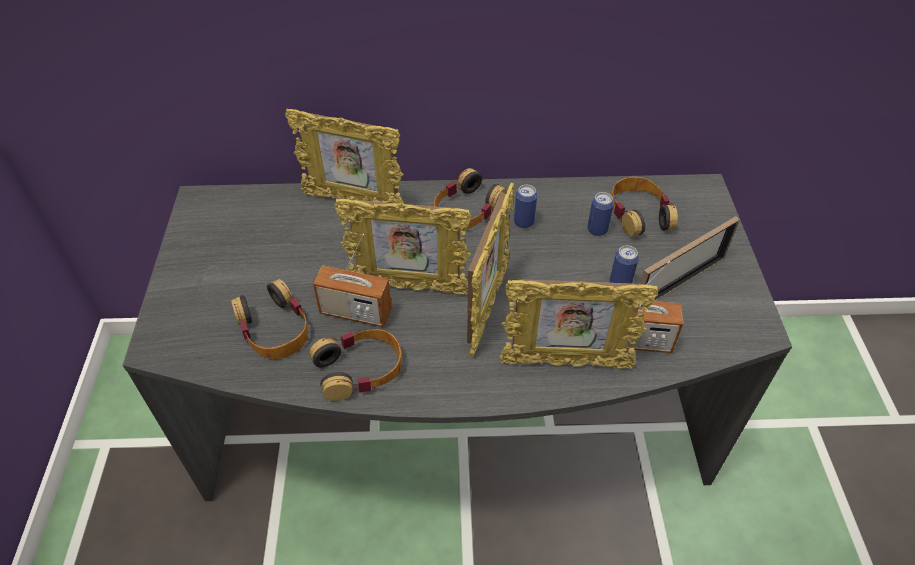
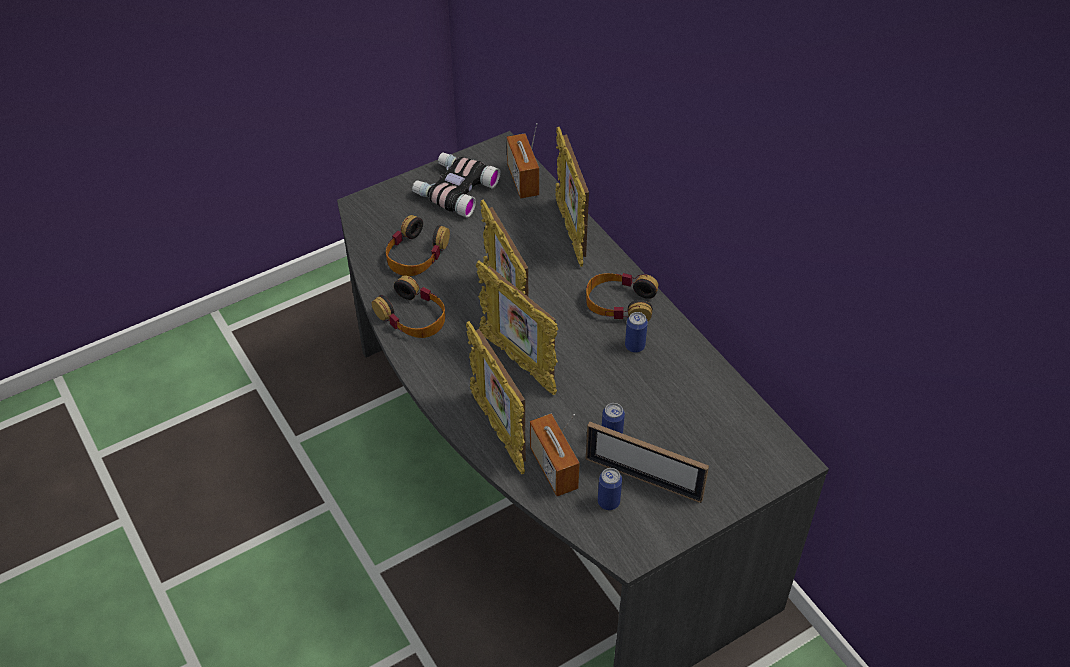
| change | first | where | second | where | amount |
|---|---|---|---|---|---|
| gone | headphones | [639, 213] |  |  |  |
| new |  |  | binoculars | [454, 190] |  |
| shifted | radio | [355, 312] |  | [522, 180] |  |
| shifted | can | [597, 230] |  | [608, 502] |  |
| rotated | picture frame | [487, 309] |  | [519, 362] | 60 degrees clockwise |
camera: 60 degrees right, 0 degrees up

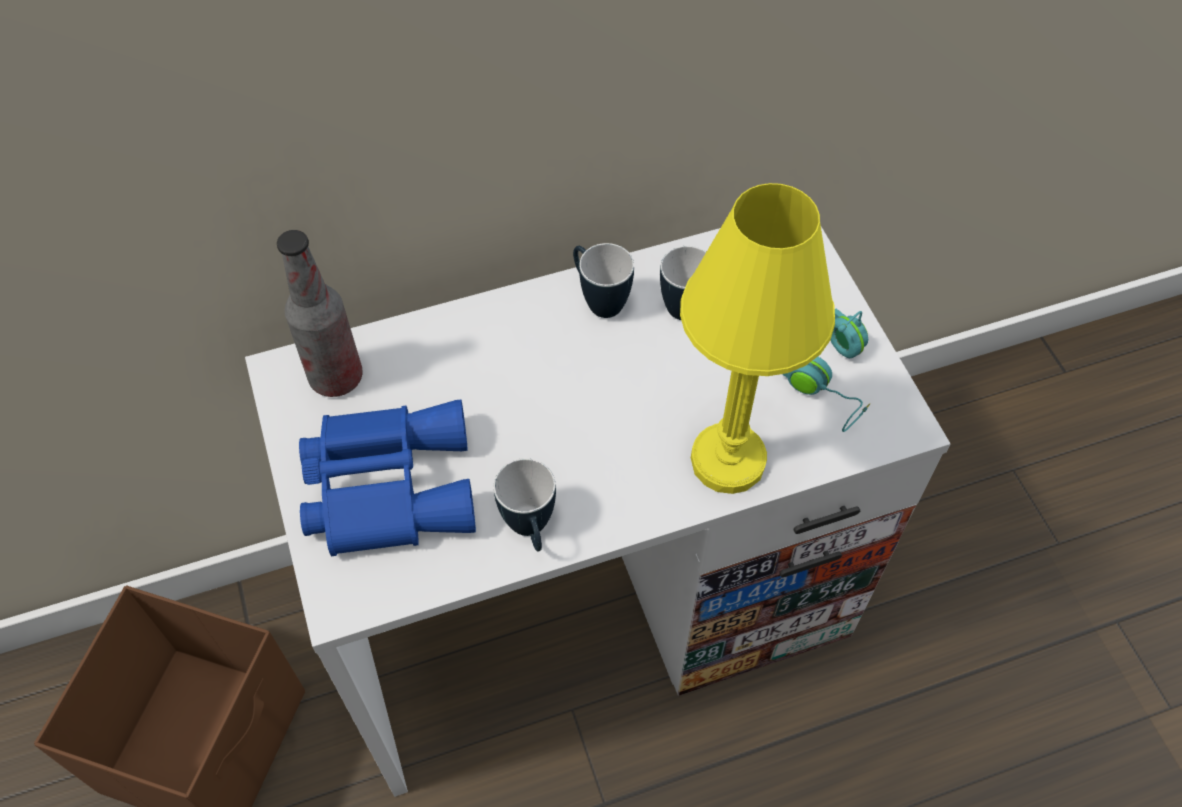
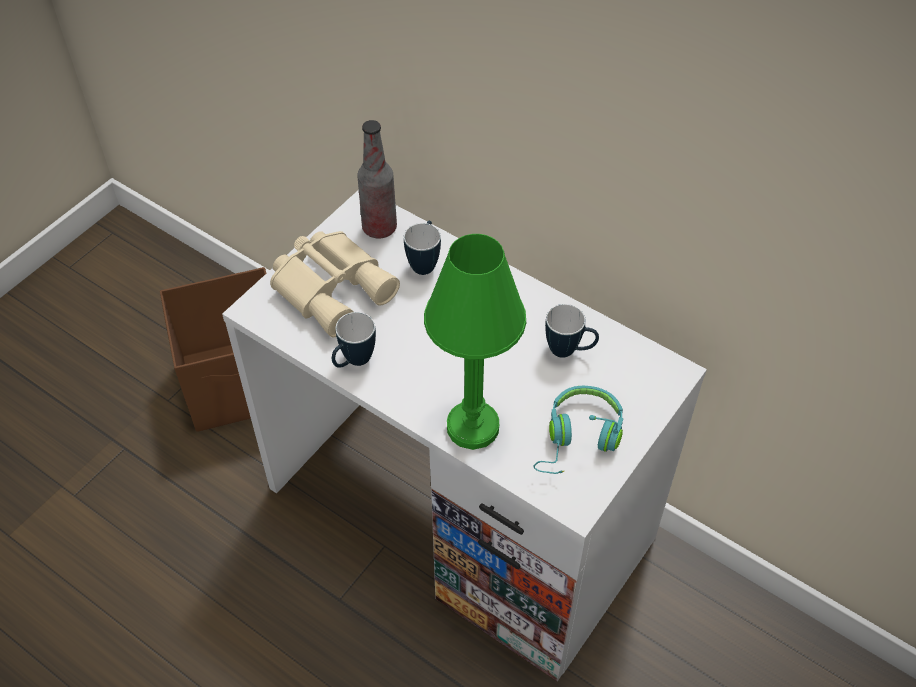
| change | first | where | second | where | amount |
|---|---|---|---|---|---|
| shifted | mug | [598, 300] |  | [425, 262] |  |
| repainted | blue binoculars | [387, 484] | beige binoculars | [333, 286] |  |
| repainted | yellow table lamp | [728, 461] | green table lamp | [472, 427] |  |
camera: 55 degrees right, 5 degrees down

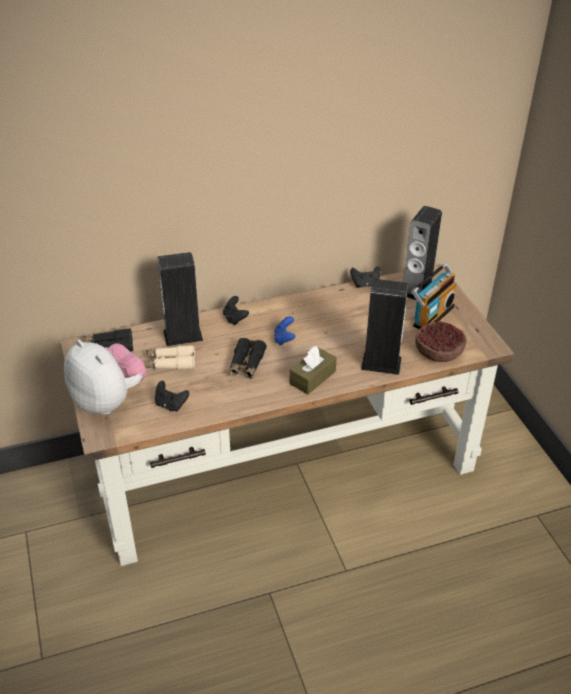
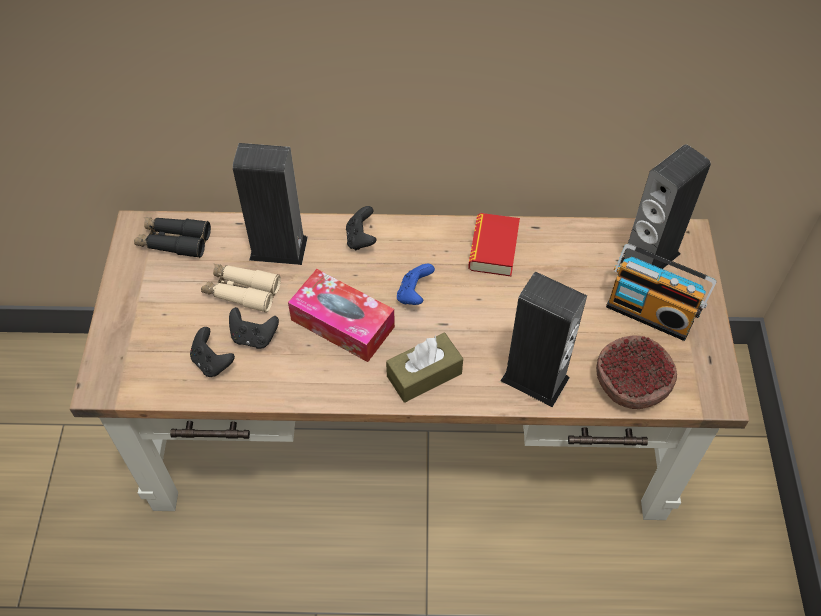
| change | first | where | second | where | amount |
|---|---|---|---|---|---|
| gone | plush toy | [109, 400] |  |  |  |
| new |  |  | book | [493, 249] |  |
| shifted | black game controller | [365, 284] |  | [254, 337] |  |
| swapped | black binoculars | [246, 364] | tissue box | [342, 323] |  |
| rotated | radio | [431, 315] |  | [650, 312] | 60 degrees clockwise |
camera: 20 degrees right, 15 degrees up

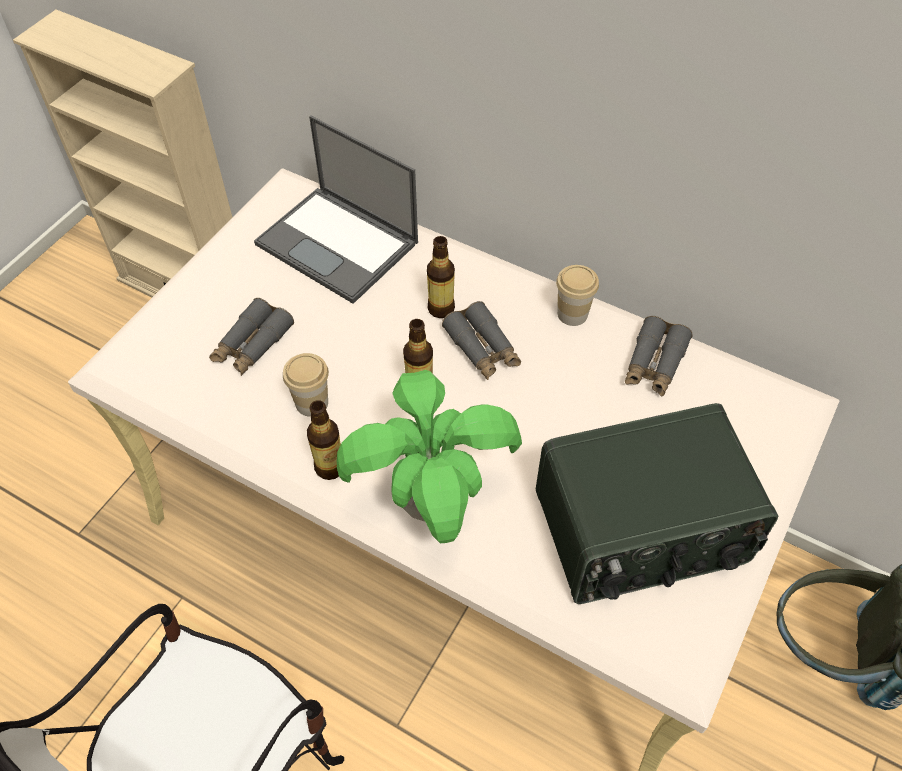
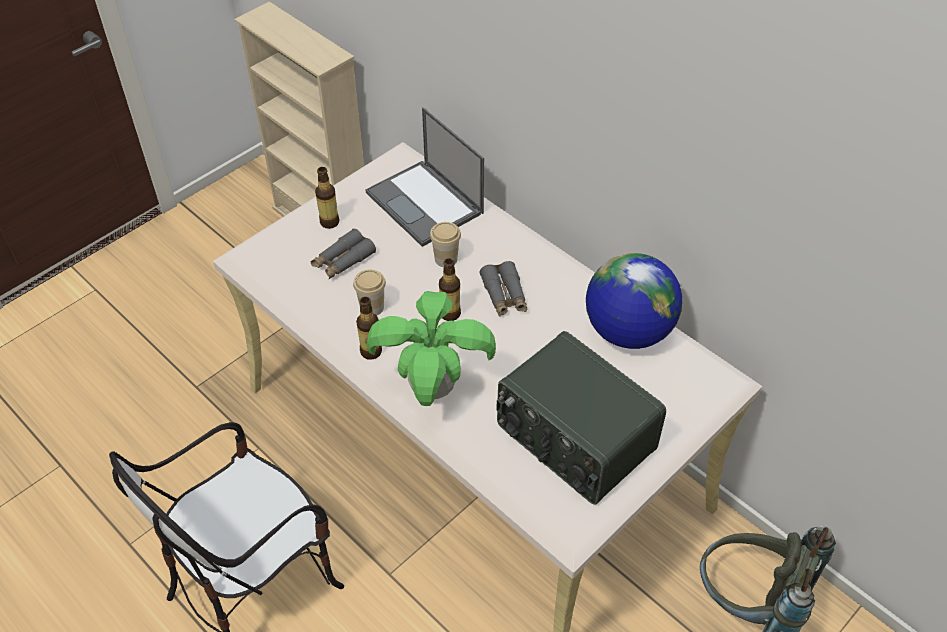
| change | first | where | second | where | amount |
|---|---|---|---|---|---|
| shifted | bottle | [441, 308] |  | [329, 222] |  |
| shifted | cup | [572, 314] |  | [446, 259] |  |
| swapped | grey binoculars | [654, 364] | globe | [627, 331] |  |
| rotated | radio | [641, 531] |  | [574, 439] | 45 degrees clockwise |
camera: 15 degrees right, 5 degrees down

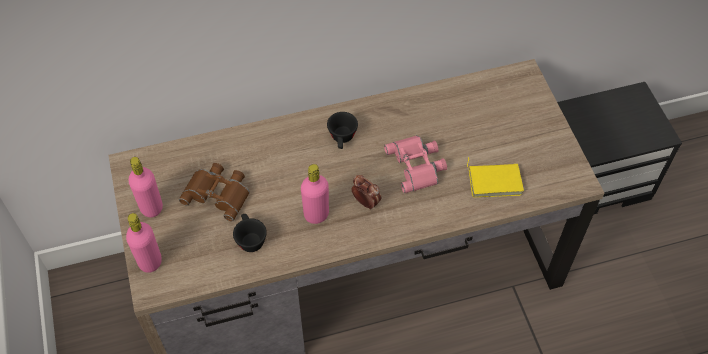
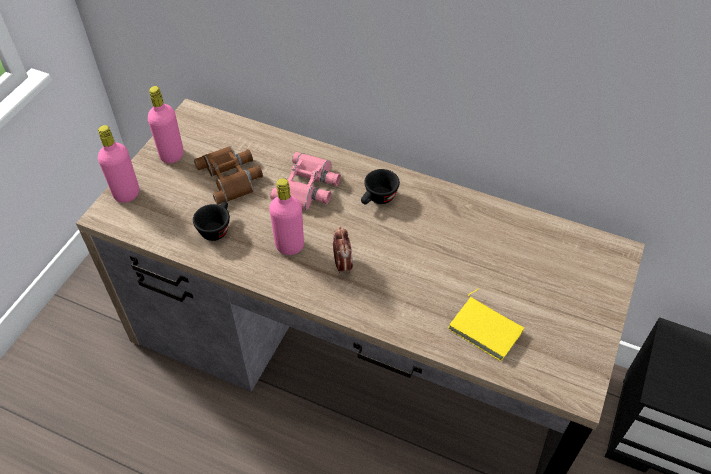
| change | first | where | second | where | amount |
|---|---|---|---|---|---|
| shifted | pink binoculars | [417, 165] |  | [309, 187] |  |
camera: 40 degrees right, 5 degrees down

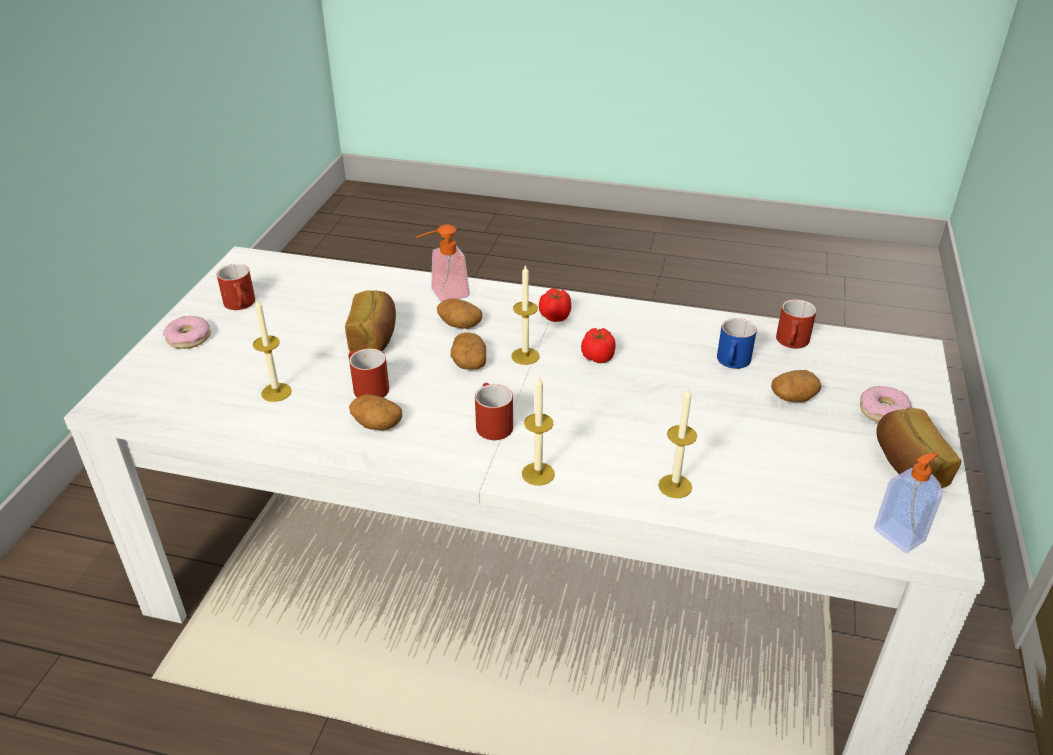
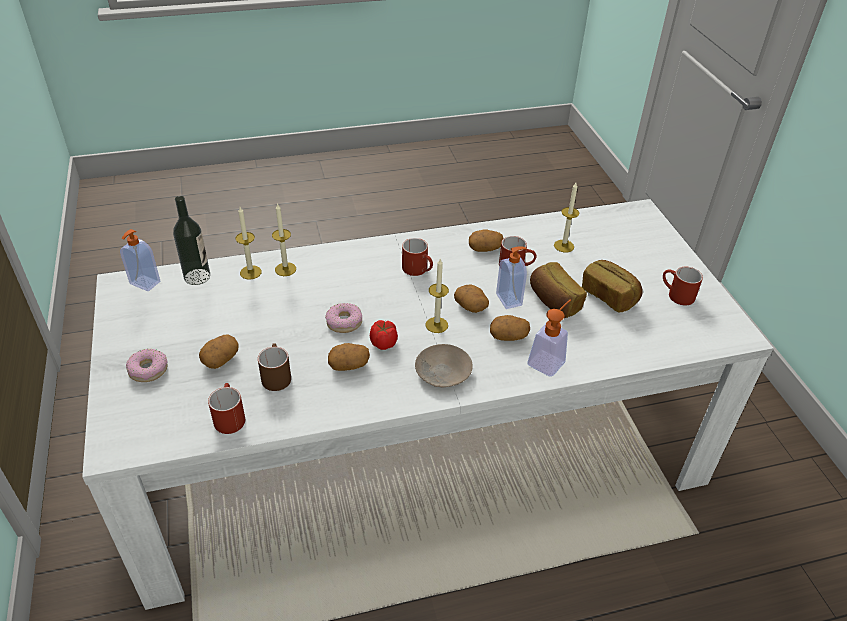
| change | first | where | second | where | amount |
|---|---|---|---|---|---|
| new |  |  | bottle | [197, 276] |  |
| new |  |  | potato | [349, 364] |  |
| new |  |  | soap dispenser | [509, 299] |  |
| shifted | donut | [189, 338] |  | [344, 322] |  |
| shifted | candle | [538, 474] |  | [250, 272] |  |
| shifted | bread | [908, 467] |  | [609, 296] |  |
| swapped | tomato | [555, 316] | beige plate | [442, 371] |  |
| repainted | blue mug | [733, 363] | brown mug | [275, 375] |  |
camera: 150 degrees right, 5 degrees up

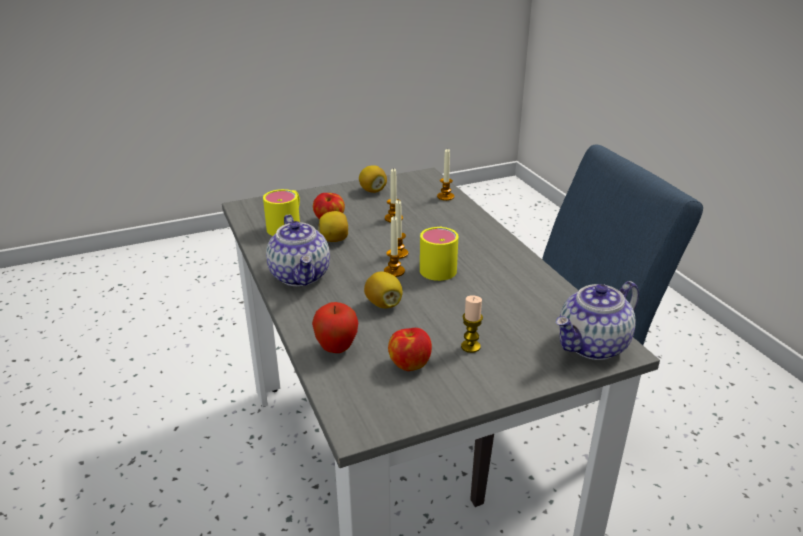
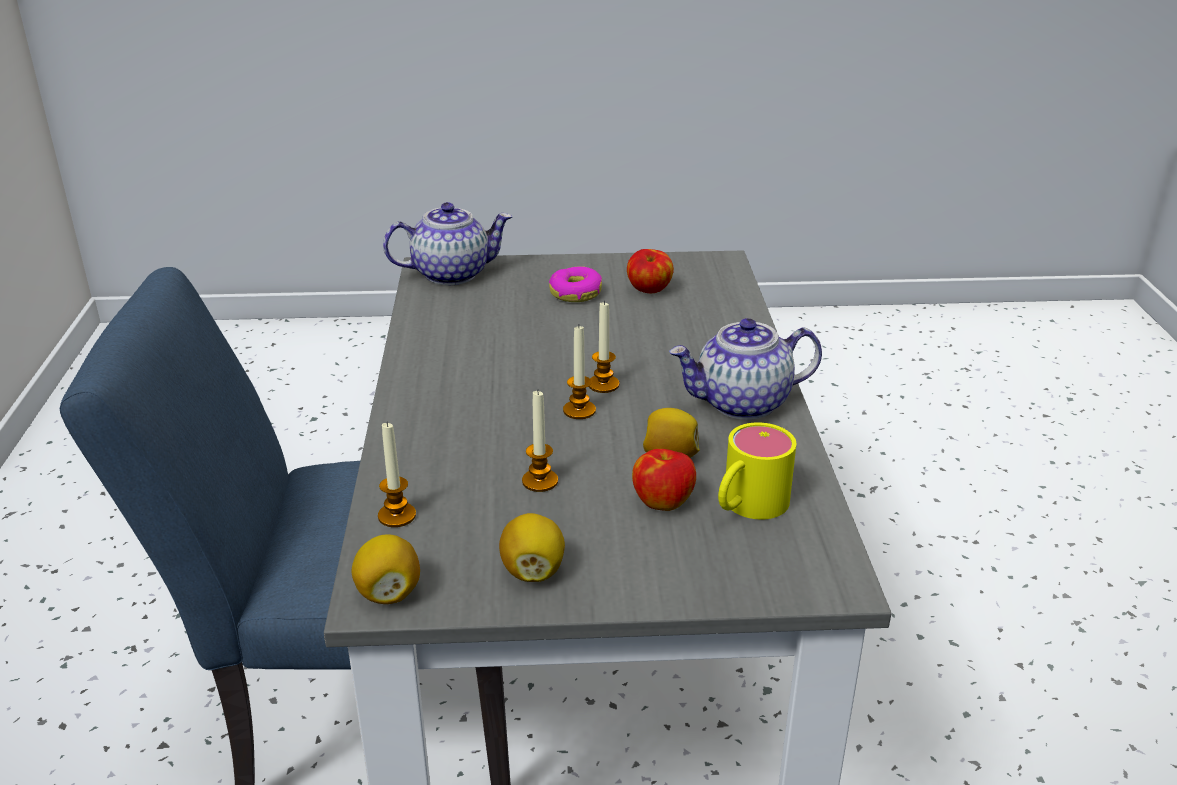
| change | first | where | second | where | amount |
|---|---|---|---|---|---|
| gone | apple | [336, 348] |  |  |  |
| gone | yellow mug | [438, 266] |  |  |  |
| shifted | lemon | [384, 304] |  | [388, 592] |  |
| swapped | candle | [470, 346] | donut | [575, 293] |  |
| rotated | teapot | [301, 276] |  | [742, 403] | 105 degrees counterclockwise |
camera: 160 degrees left, 0 degrees up

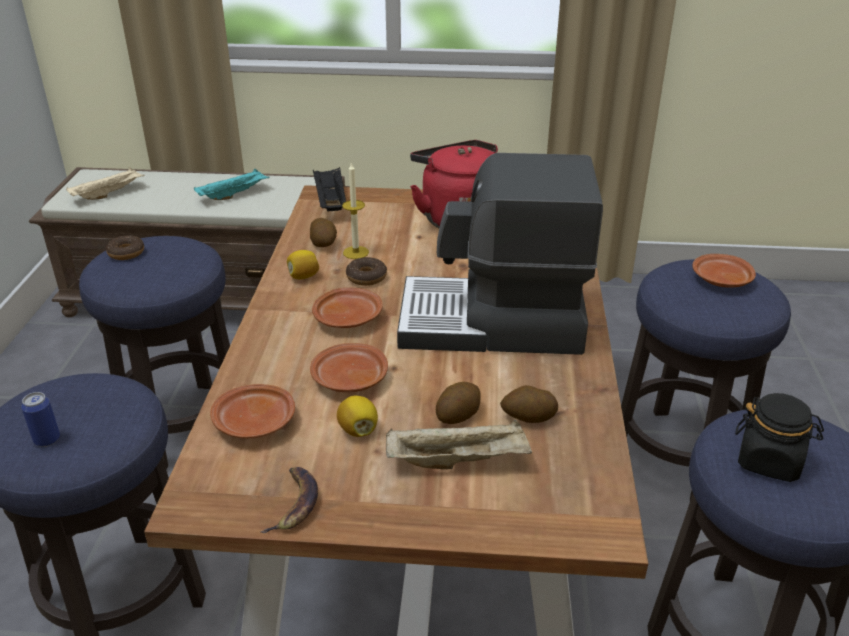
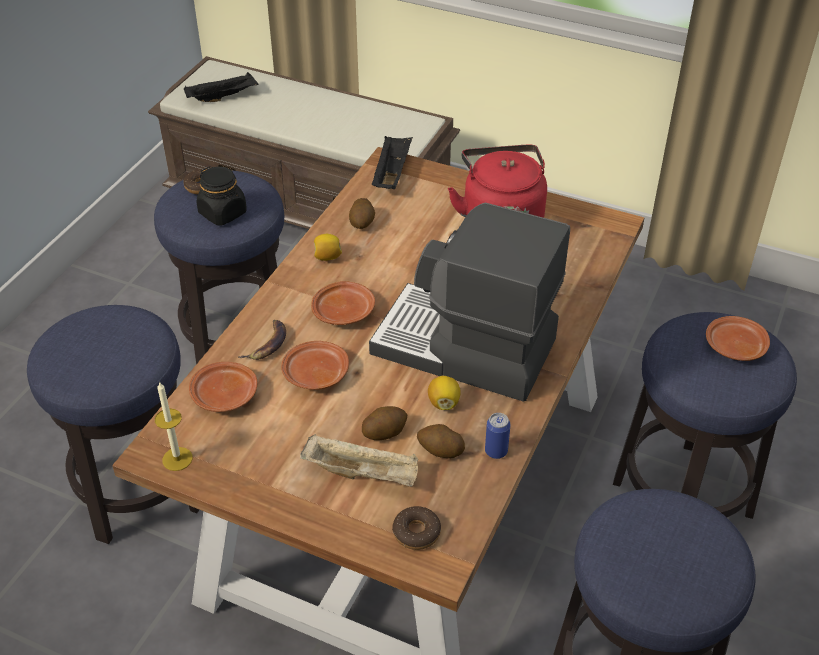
| change | first | where | second | where | amount |
|---|---|---|---|---|---|
| gone | turquoise tray | [233, 195] |  |  |  |
| shifted | can | [47, 439] |  | [496, 451] |  |
| shifted | banana | [294, 503] |  | [267, 344] |  |
| shifted | lemon | [358, 430] |  | [444, 402] |  |
| shifted | candle | [356, 252] |  | [177, 459] |  |
| shifted | donut | [366, 277] |  | [416, 532] |  |
| shifted | black jar | [769, 461] |  | [223, 213] |  |
| repainted | beige tray | [109, 194] | black tray | [223, 97] |  |
camera: 20 degrees right, 10 degrees up

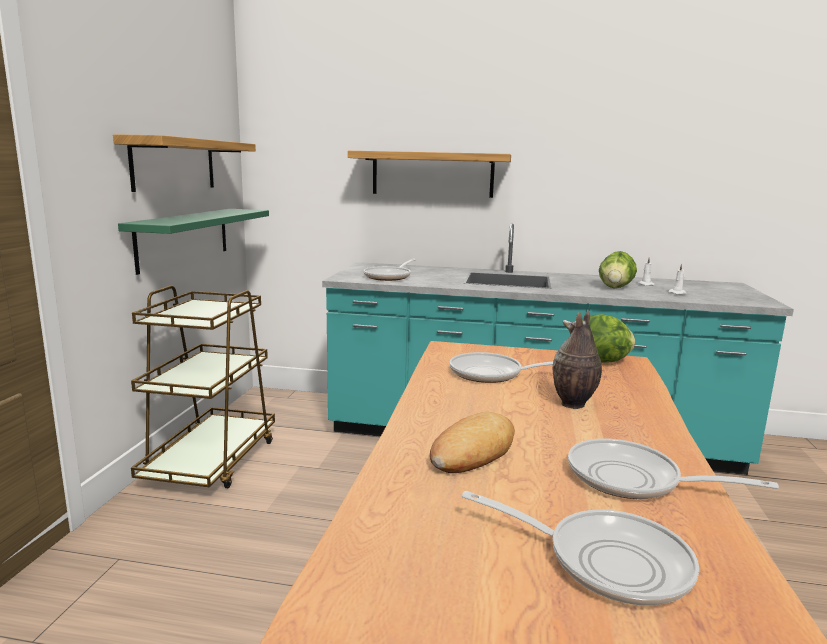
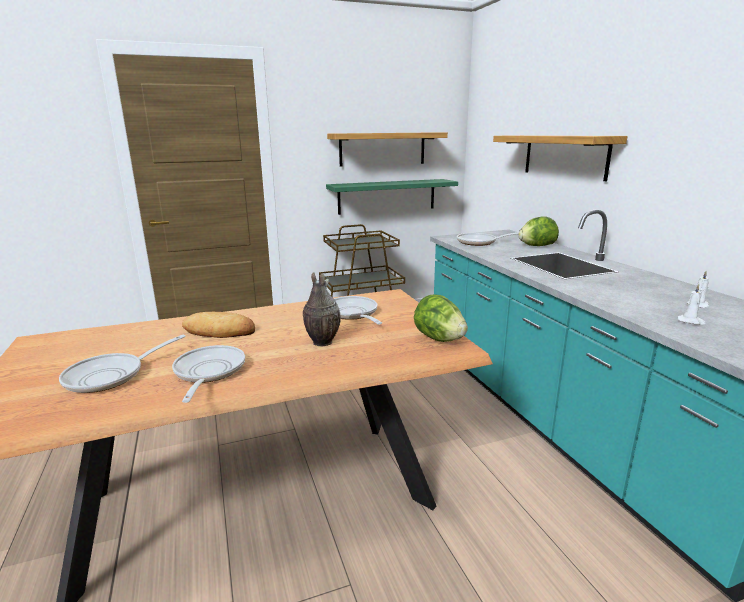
| change | first | where | second | where | amount |
|---|---|---|---|---|---|
| shifted | lettuce | [615, 288] |  | [536, 246] |  |
| rotated | frying pan | [605, 561] |  | [111, 376] | 45 degrees clockwise |
camera: 60 degrees right, 5 degrees up

